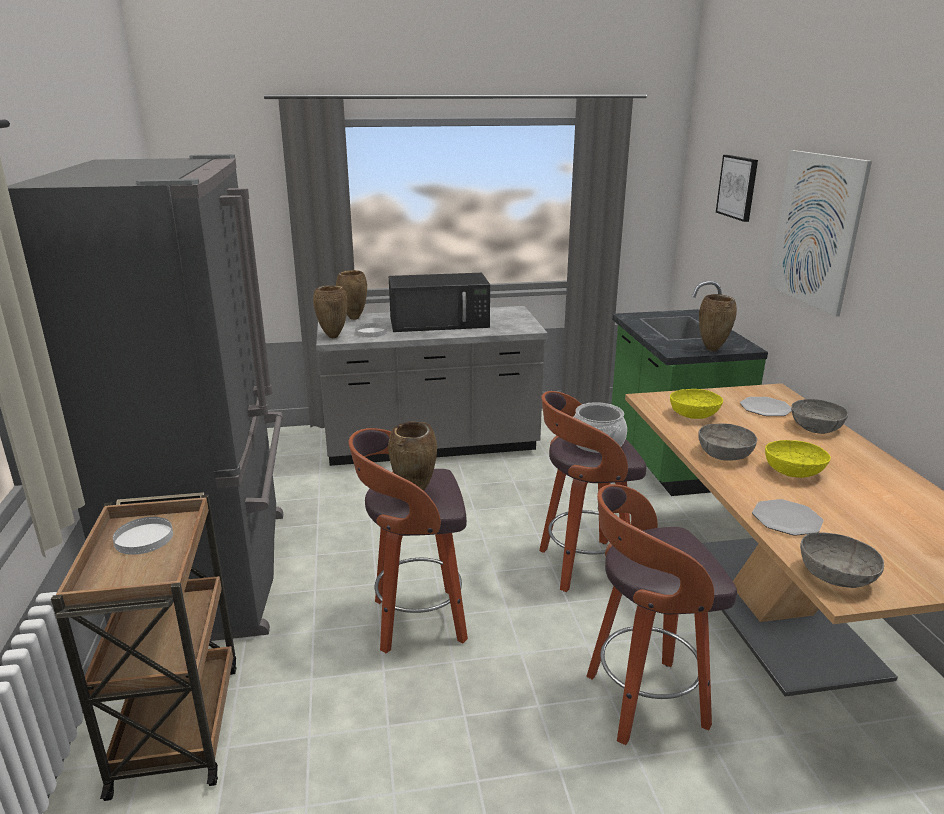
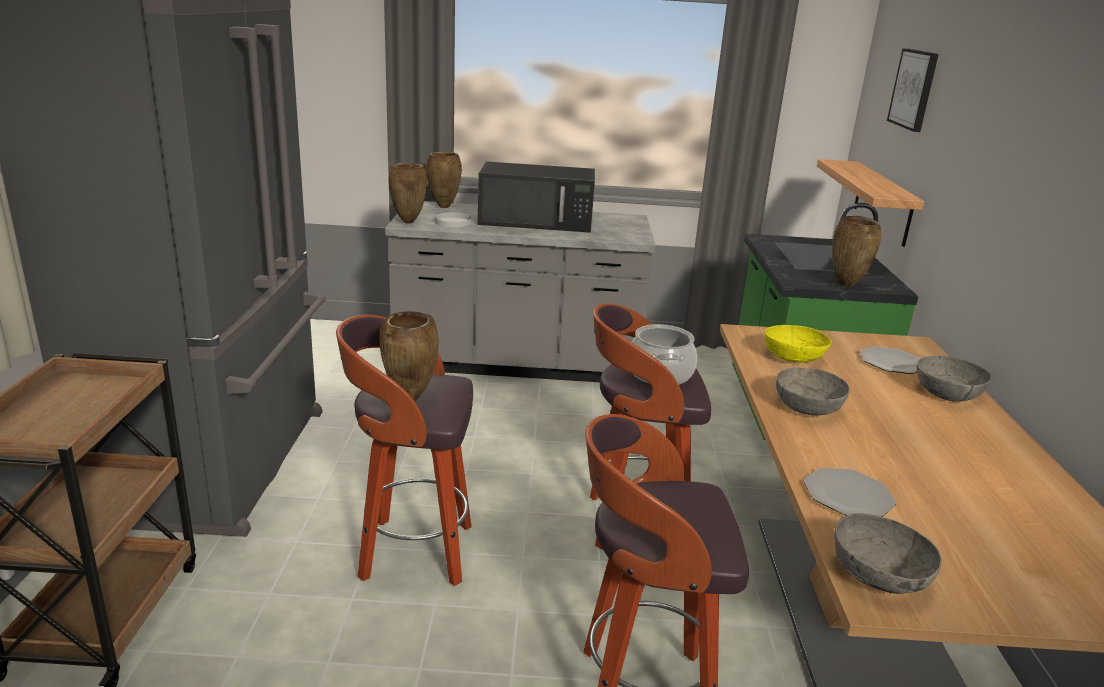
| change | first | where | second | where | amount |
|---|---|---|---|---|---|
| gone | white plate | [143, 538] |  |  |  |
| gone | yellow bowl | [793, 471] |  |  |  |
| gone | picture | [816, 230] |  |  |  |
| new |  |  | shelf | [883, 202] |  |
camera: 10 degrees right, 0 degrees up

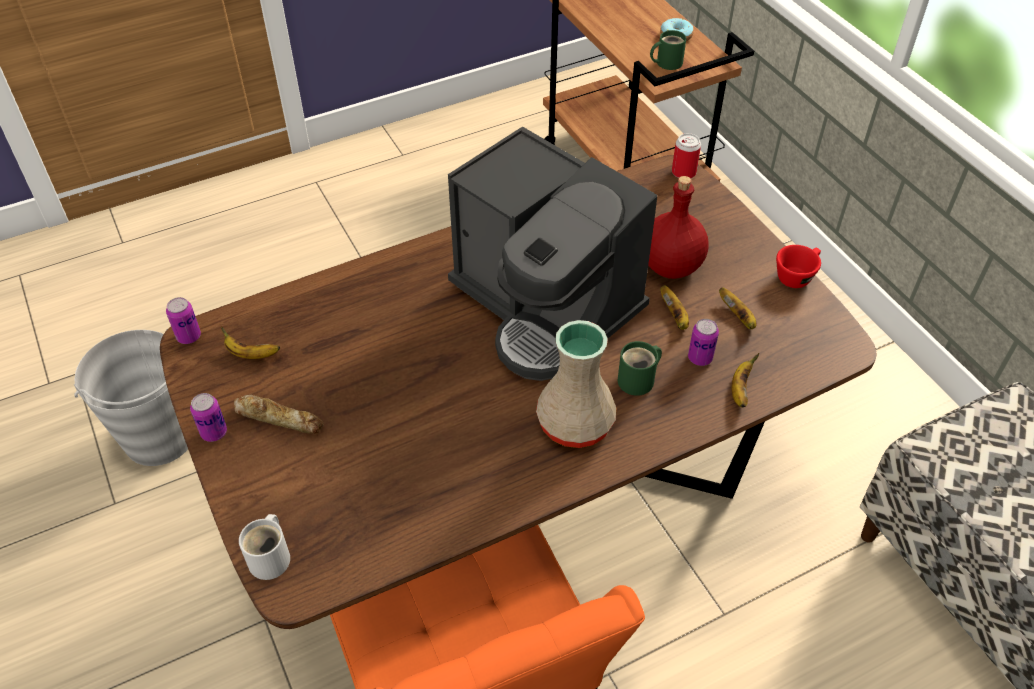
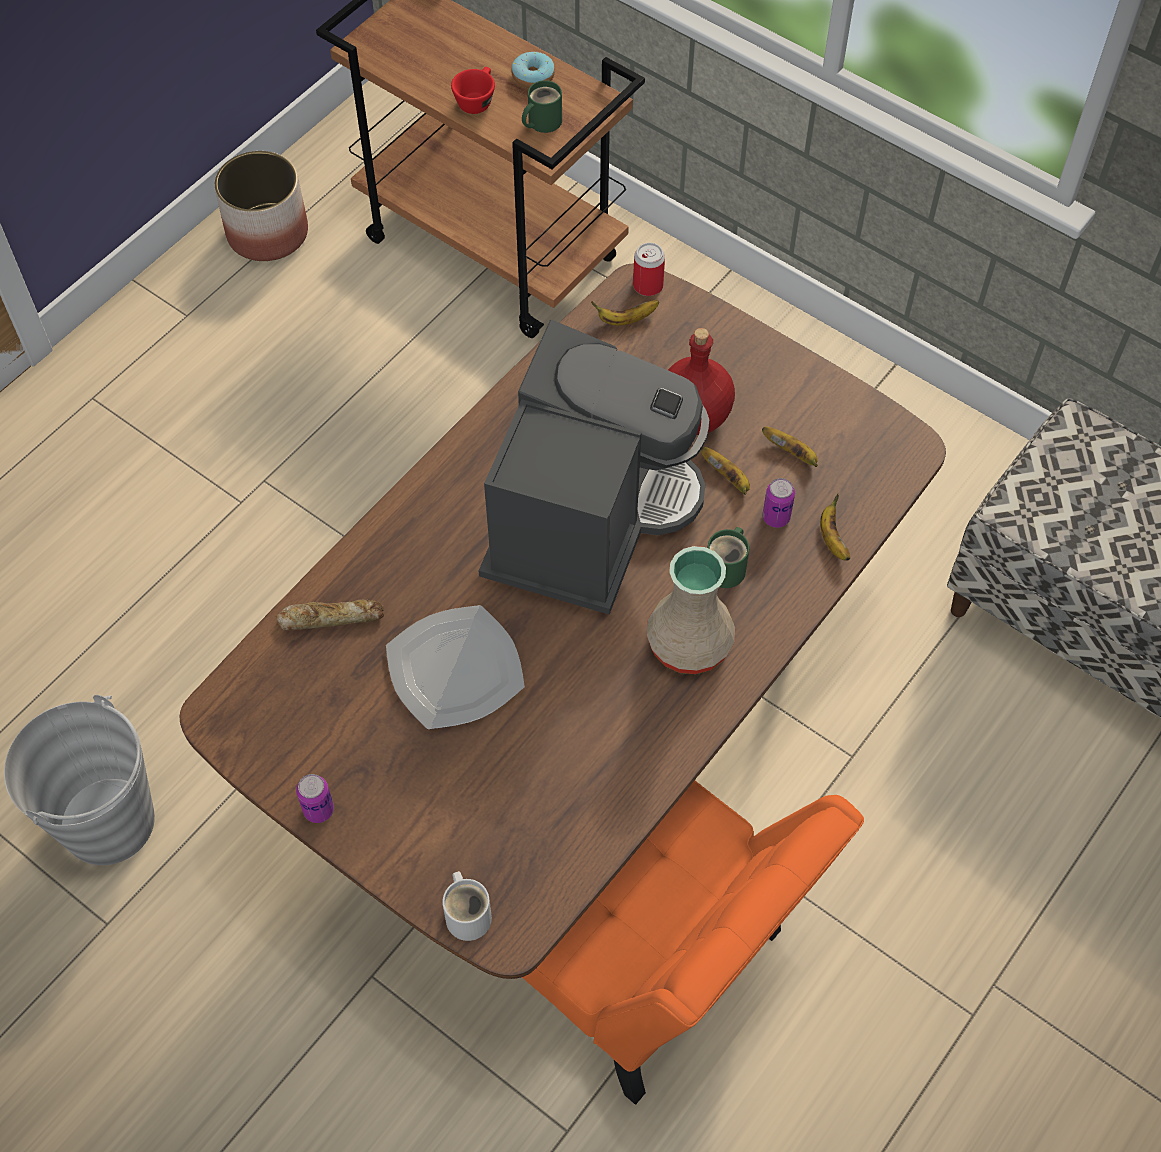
| change | first | where | second | where | amount |
|---|---|---|---|---|---|
| gone | can | [189, 336] |  |  |  |
| new |  |  | planter | [268, 232] |  |
| new |  |  | plate | [454, 671] |  |
| shifted | banana | [251, 354] |  | [626, 319] |  |
| shifted | bread | [279, 418] |  | [330, 617] |  |
| shifted | red cup | [796, 275] |  | [476, 100] |  |
| rotated | coffee machine | [546, 307] |  | [587, 519] | 90 degrees counterclockwise |
camera: 25 degrees left, 10 degrees up

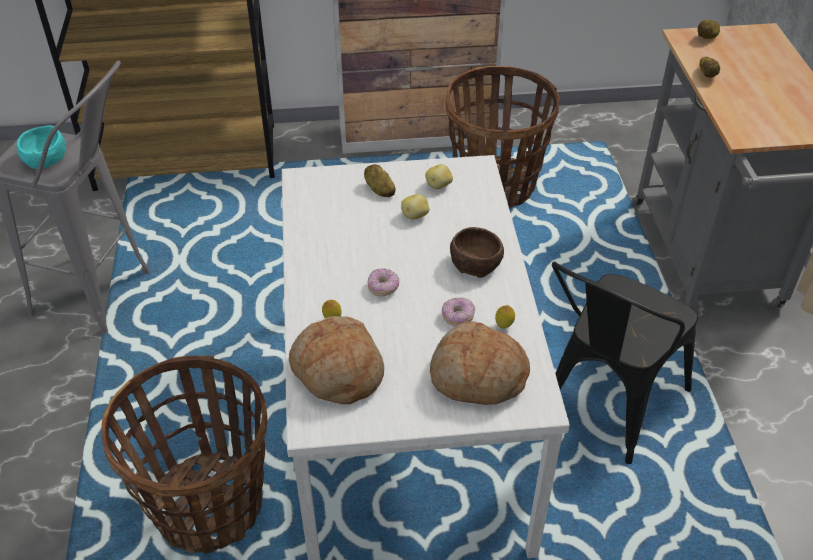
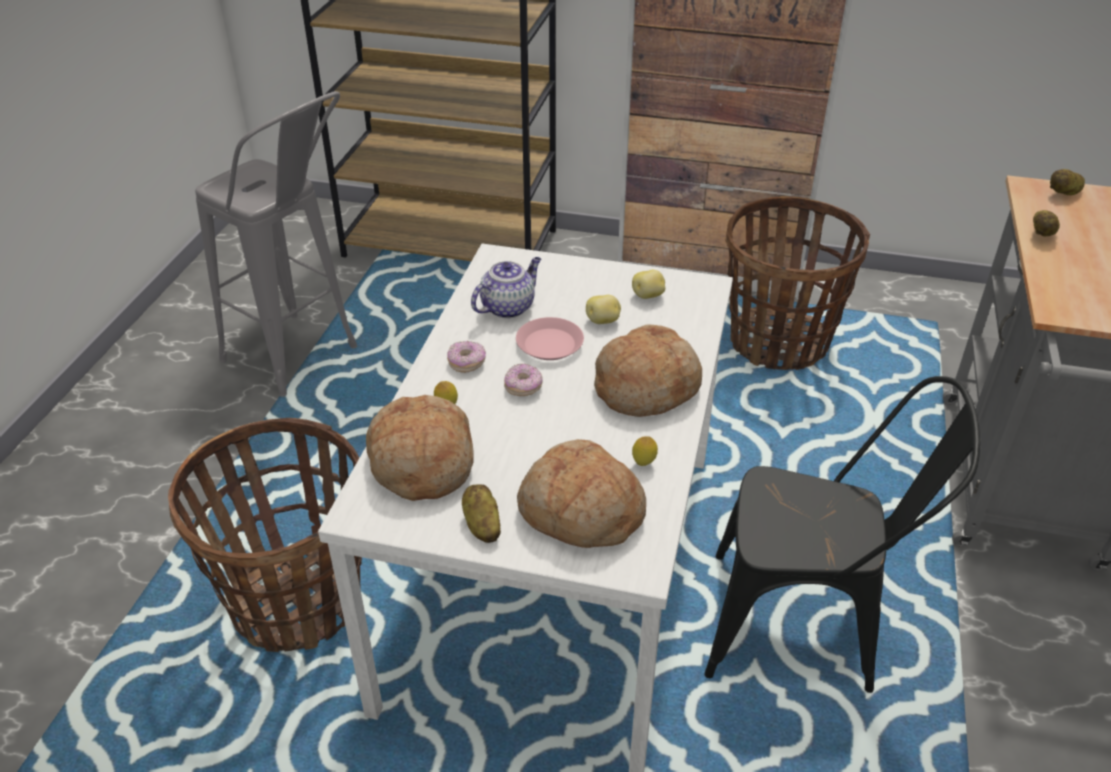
| change | first | where | second | where | amount |
|---|---|---|---|---|---|
| gone | turquoise bowl | [45, 160] |  |  |  |
| new |  |  | teapot | [508, 307] |  |
| new |  |  | pink plate | [550, 344] |  |
| shifted | potato | [379, 189] |  | [481, 525] |  |
| shifted | donut | [458, 317] |  | [466, 363] |  |
| swapped | brown bowl | [475, 263] | bread | [646, 386] |  |
| rotated | black chair | [604, 408] |  | [806, 628] | 135 degrees counterclockwise |
camera: 20 degrees right, 5 degrees down

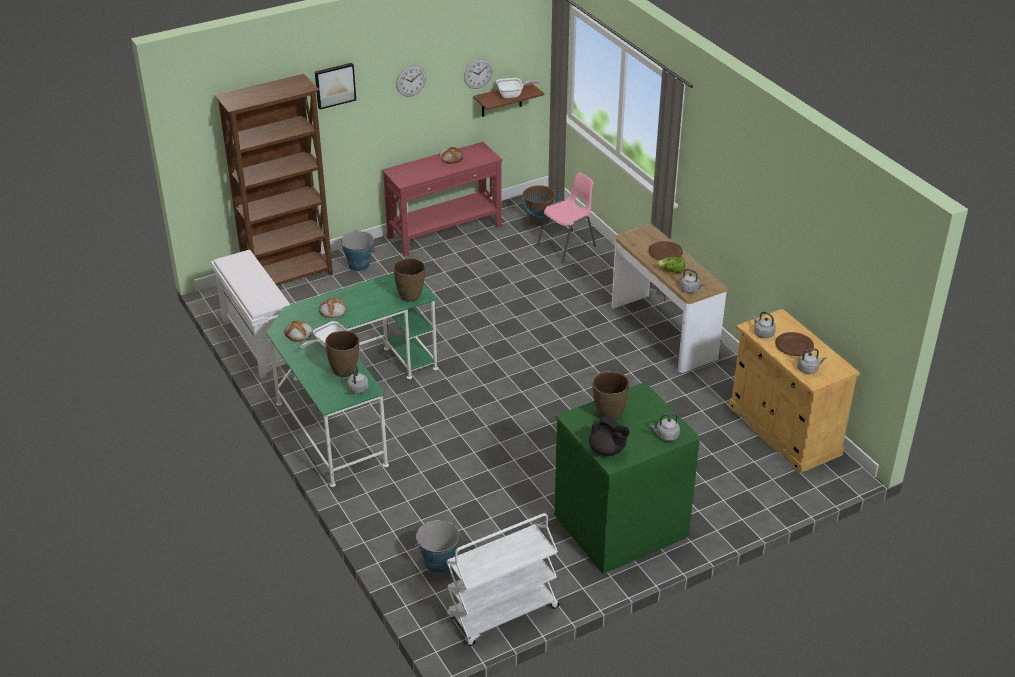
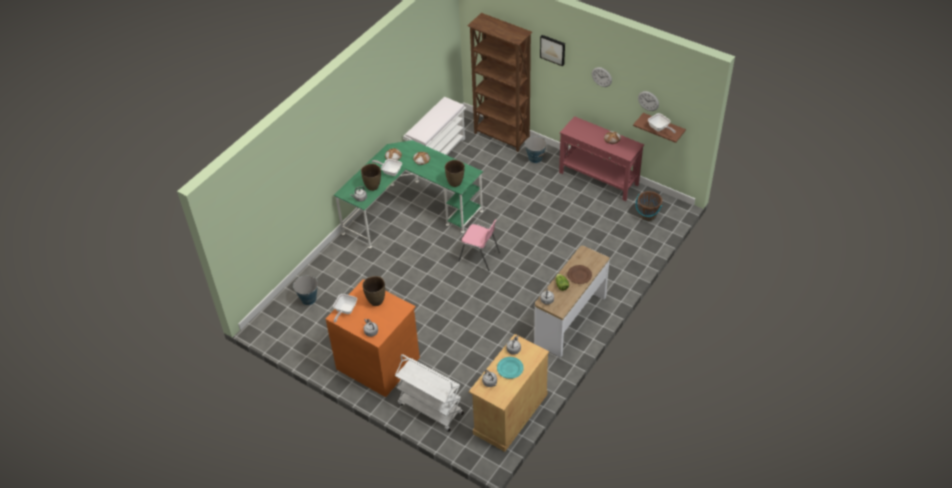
| change | first | where | second | where | amount |
|---|---|---|---|---|---|
| shifted | white cart | [502, 613] |  | [430, 408] |  |
| shifted | pink chair | [567, 246] |  | [479, 257] |  |
| swapped | black teapot | [607, 450] | frying pan | [345, 311] |  |
| repainted | green dresser | [619, 524] | orange dresser | [379, 362] |  |
| repainted | brown plate | [794, 346] | turquoise plate | [510, 368] |  |
camera: 65 degrees right, 10 degrees up

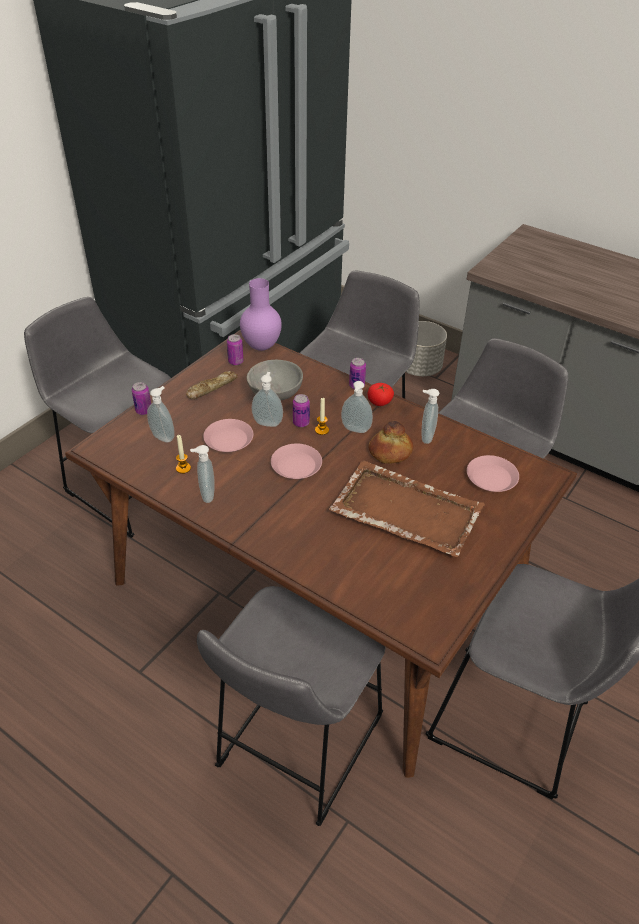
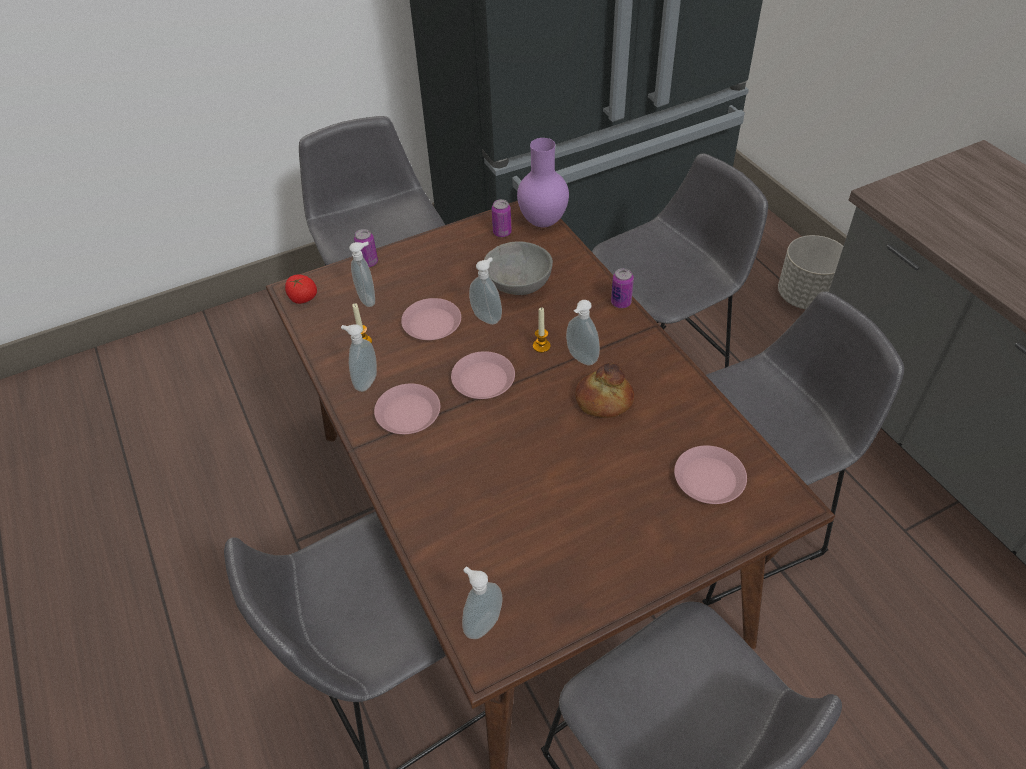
| change | first | where | second | where | amount |
|---|---|---|---|---|---|
| gone | bread | [211, 388] |  |  |  |
| gone | can | [301, 423] |  |  |  |
| gone | brown tray | [405, 510] |  |  |  |
| new |  |  | pink plate | [408, 413] |  |
| shifted | tomato | [379, 402] |  | [303, 299] |  |
| shifted | soap dispenser | [425, 437] |  | [482, 623] |  |
camera: 30 degrees right, 5 degrees up

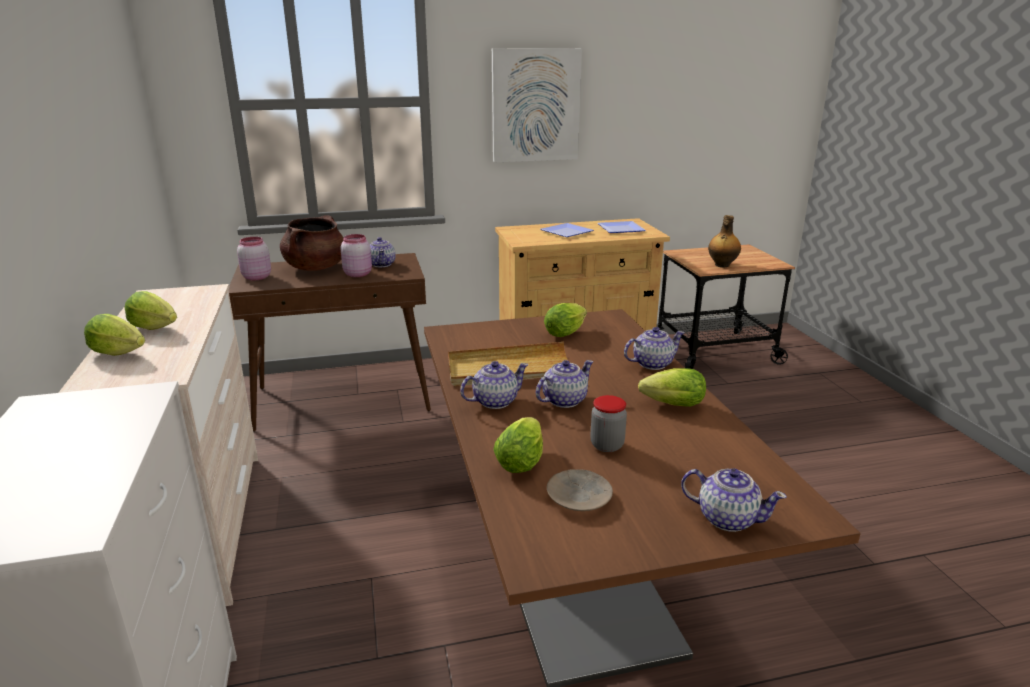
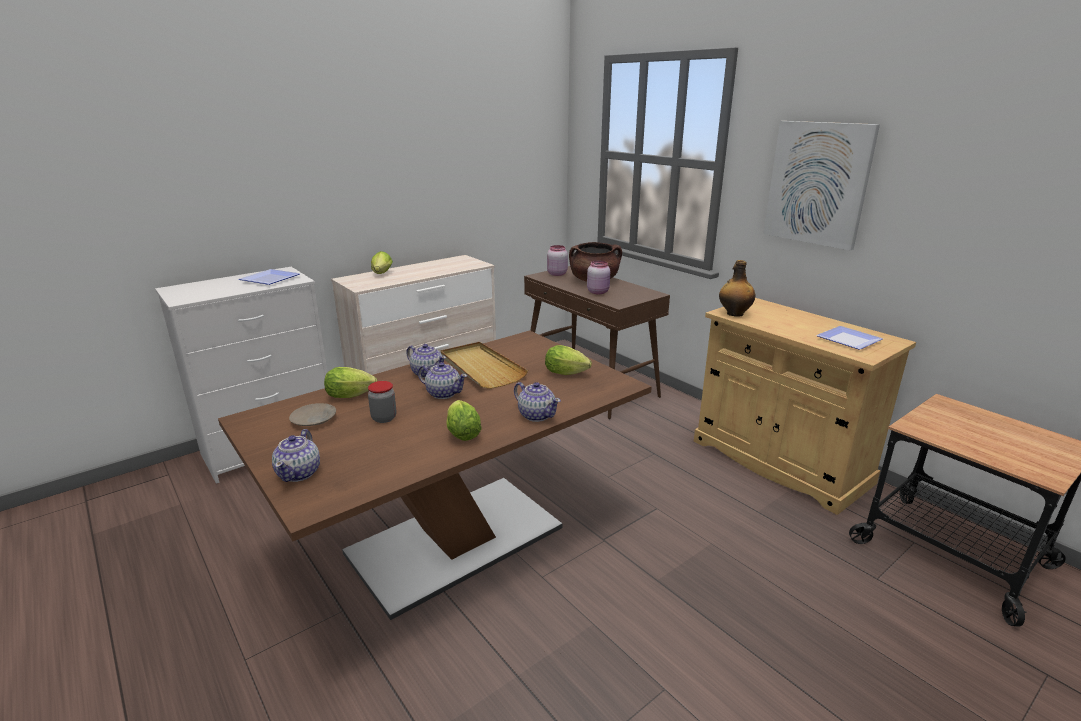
| change | first | where | second | where | amount |
|---|---|---|---|---|---|
| gone | lettuce | [157, 329] |  |  |  |
| gone | teapot | [382, 264] |  |  |  |
| shifted | plate | [568, 232] |  | [270, 280] |  |
| shifted | bottle | [722, 265] |  | [734, 314] |  |
camera: 65 degrees right, 0 degrees up

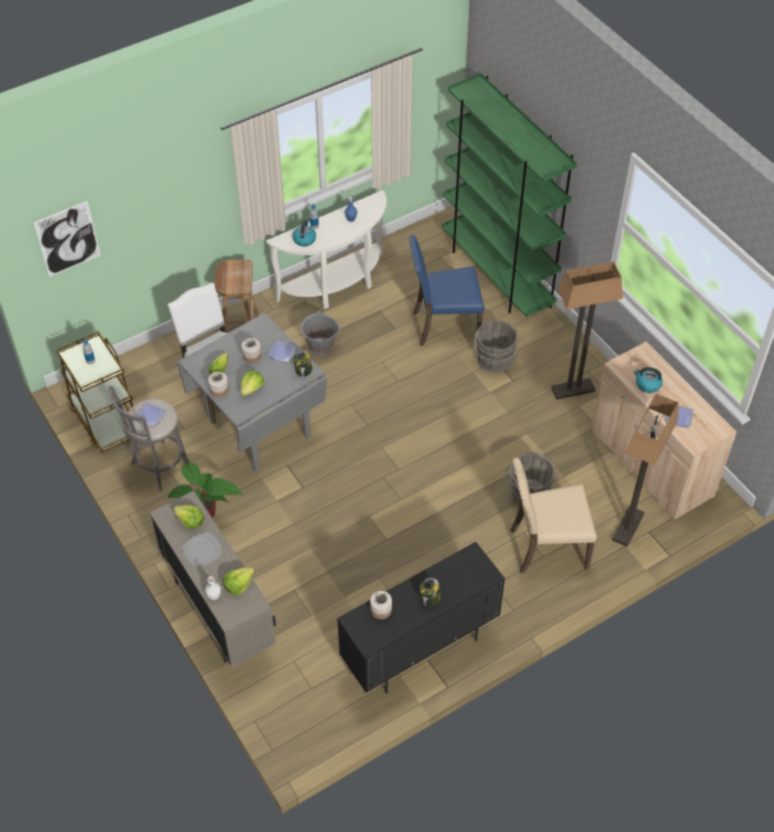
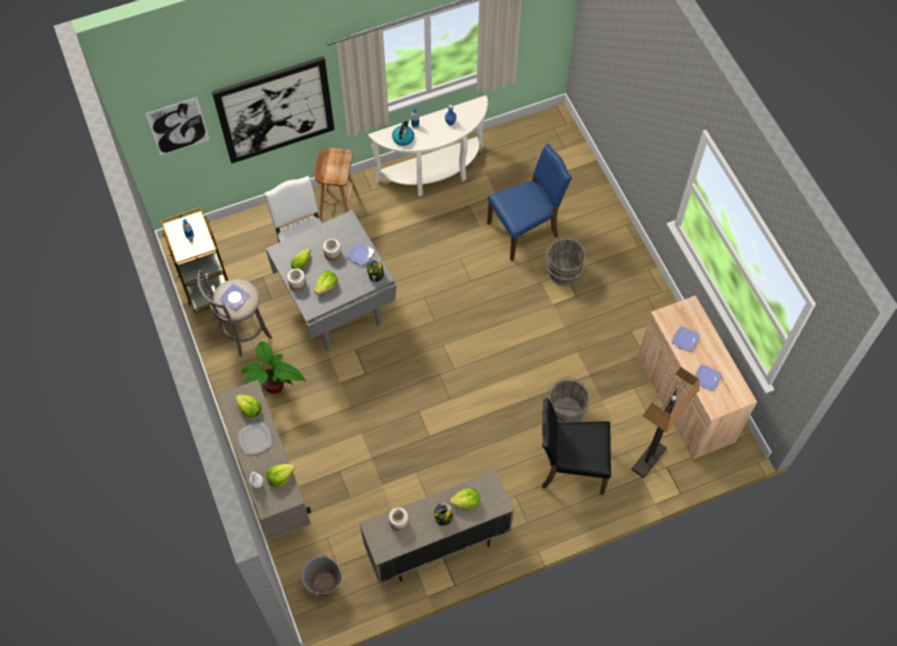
| change | first | where | second | where | amount |
|---|---|---|---|---|---|
| gone | green bookcase | [497, 274] |  |  |  |
| gone | floor lamp | [572, 390] |  |  |  |
| new |  |  | picture | [275, 110] |  |
| new |  |  | lettuce | [466, 502] |  |
| shifted | grey bucket | [320, 347] |  | [324, 584] |  |
| swapped | kettle | [647, 384] | plate | [685, 340] |  |
| repainted | black cabinet | [419, 650] | beige cabinet | [437, 546] |  |
| repainted | beige chair | [546, 547] | black chair | [570, 467] |  |
| rotated | blue chair | [444, 326] |  | [525, 230] | 150 degrees clockwise |
camera: 10 degrees right, 10 degrees up

